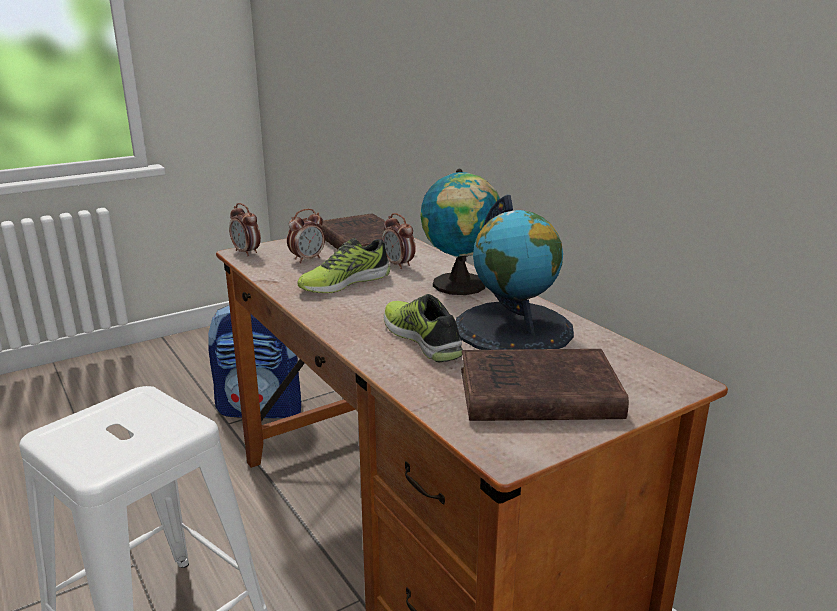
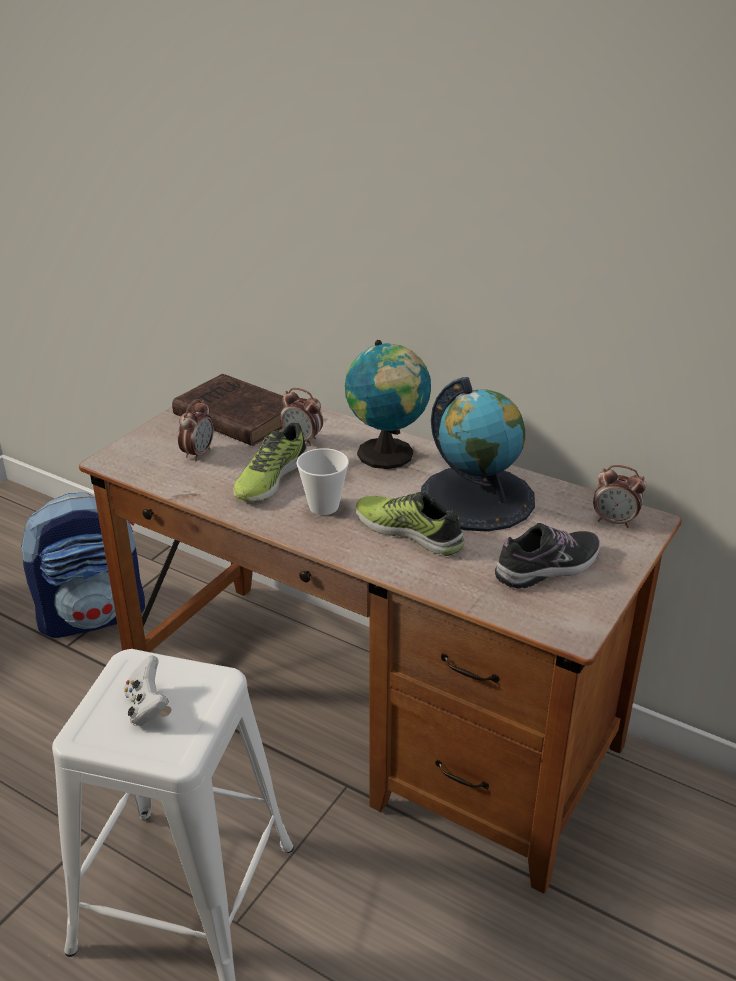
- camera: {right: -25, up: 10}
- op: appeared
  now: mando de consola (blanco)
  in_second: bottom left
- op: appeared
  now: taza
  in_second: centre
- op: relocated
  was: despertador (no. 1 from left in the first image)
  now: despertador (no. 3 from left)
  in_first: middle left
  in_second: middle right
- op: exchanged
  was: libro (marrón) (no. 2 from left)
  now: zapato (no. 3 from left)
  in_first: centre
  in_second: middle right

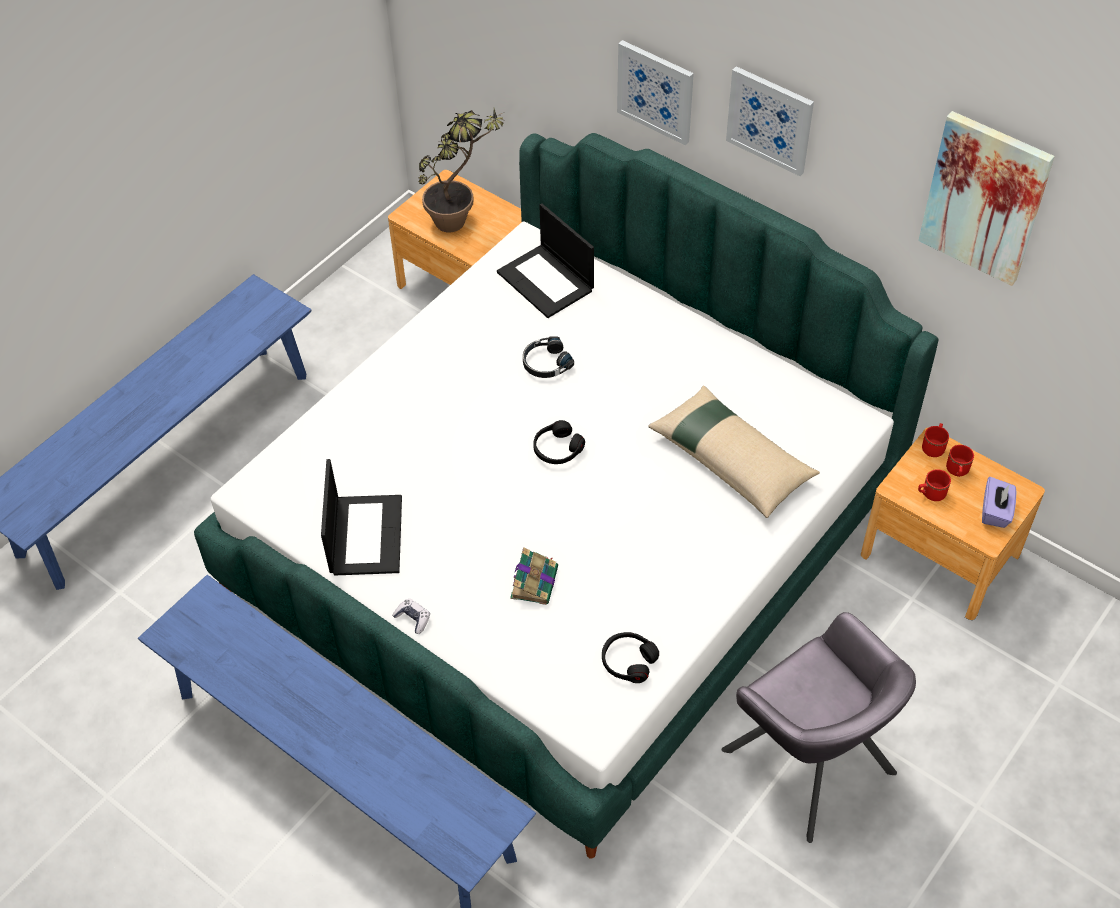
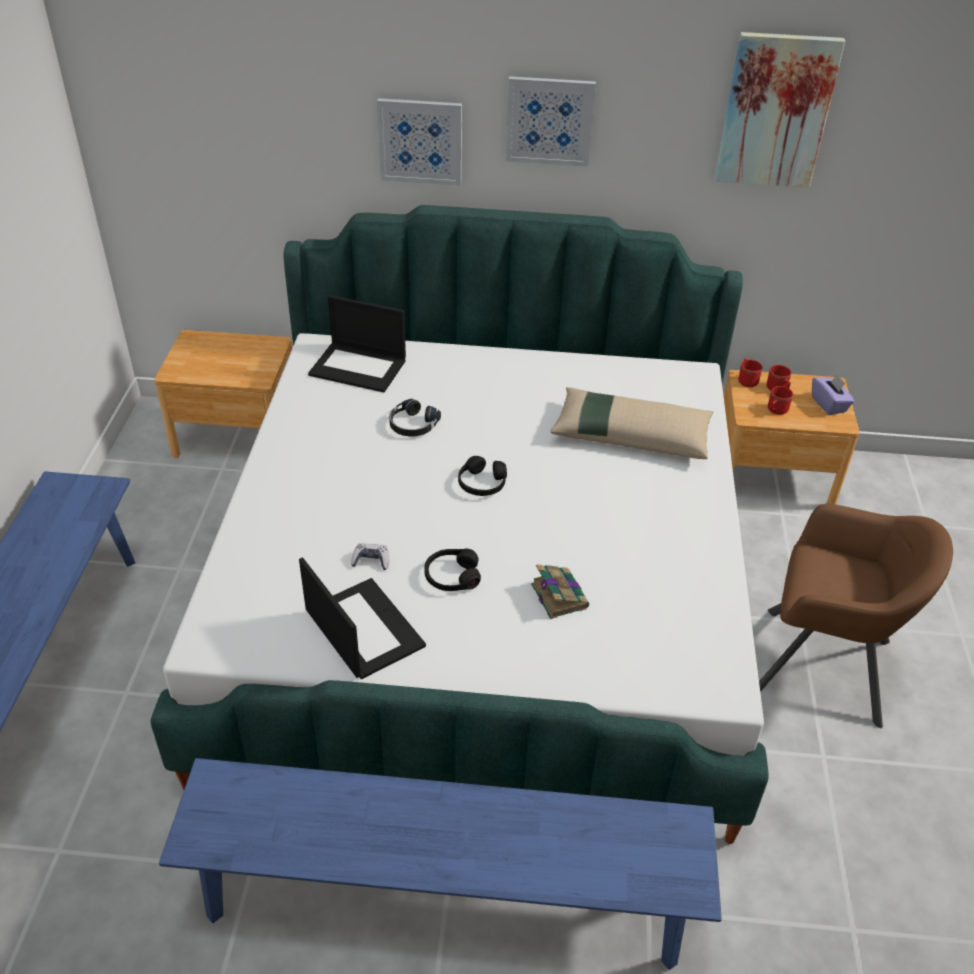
- camera: {right: -35, up: -10}
- op: missing
  was: planta en maceta
  in_first: top centre
- op: relocated
  was: mando de consola
  in_first: bottom centre
  in_second: centre
- op: relocated
  was: auriculares (negro) (no. 3 from left in the first image)
  now: auriculares (negro) (no. 2 from left)
  in_first: bottom centre
  in_second: centre
- op: colour
  was: sillón (gris)
  now: sillón (marrón)
  in_first: bottom right
  in_second: middle right

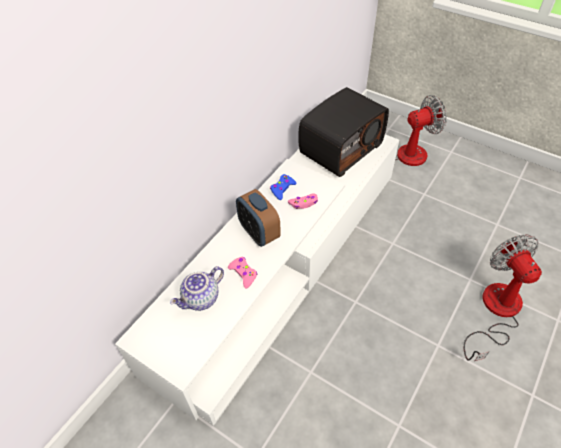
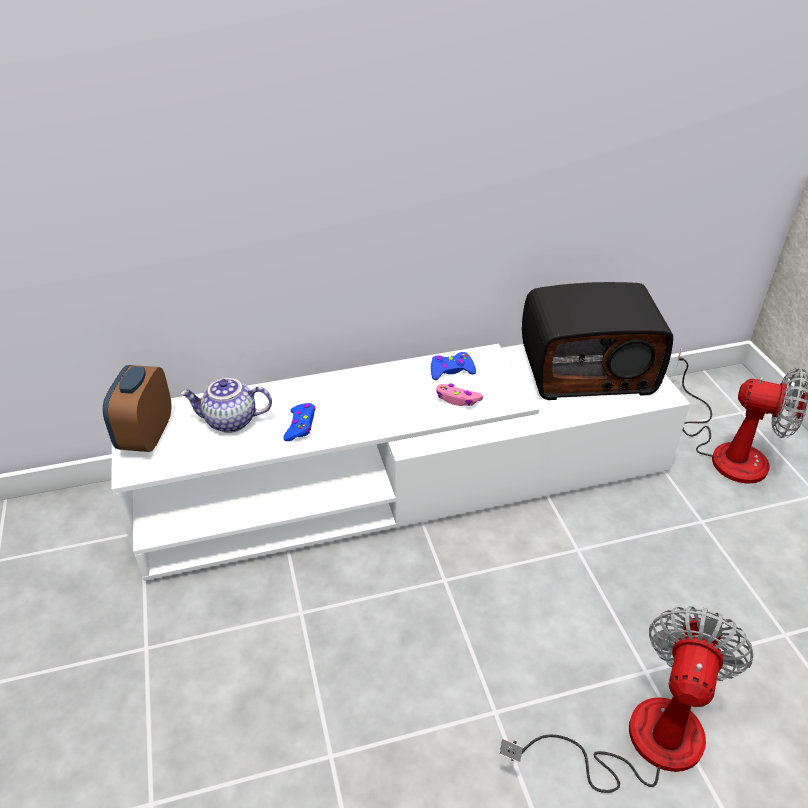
- camera: {right: 40, up: -10}
- op: relocated
  was: despertador
  in_first: centre
  in_second: middle left
- op: colour
  was: mando de consola (rosa) (no. 1 from left)
  now: mando de consola (azul) (no. 1 from left)
  in_first: centre
  in_second: centre

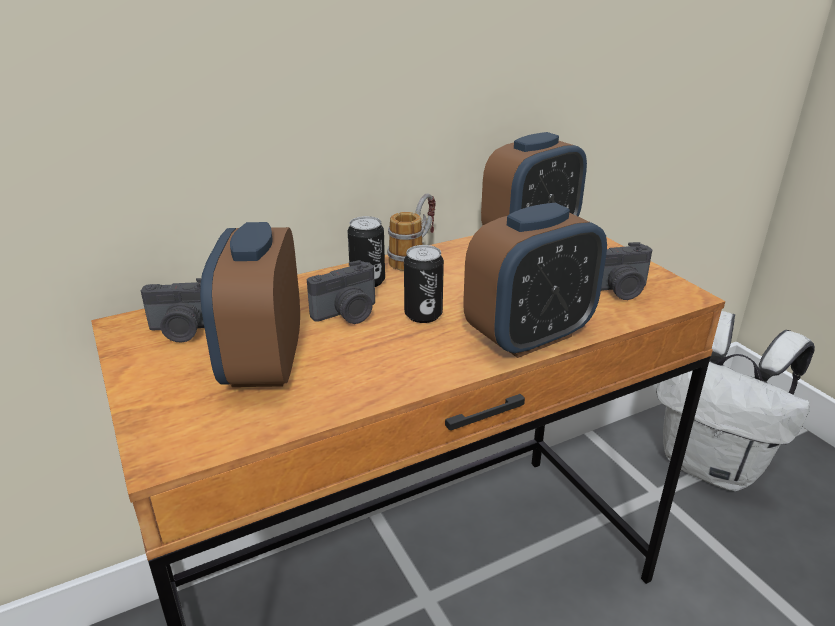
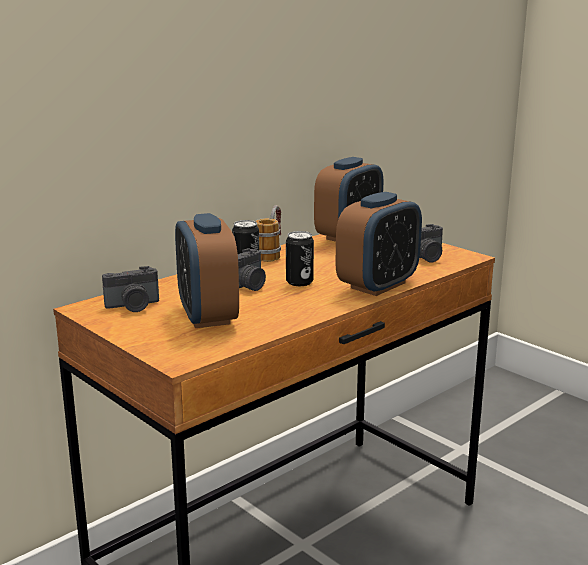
- camera: {right: -15, up: -10}
- op: missing
  was: mochila (blanco)
  in_first: middle right

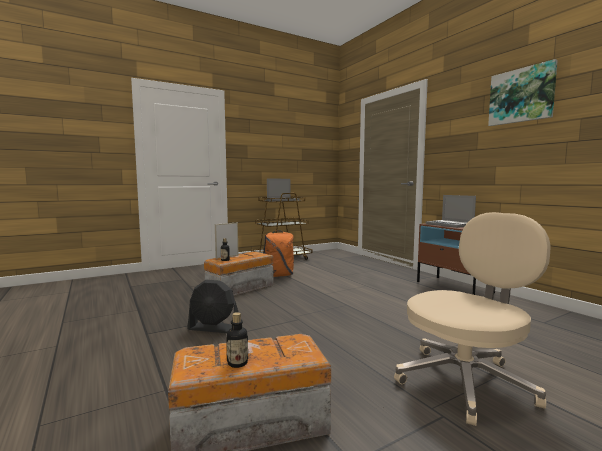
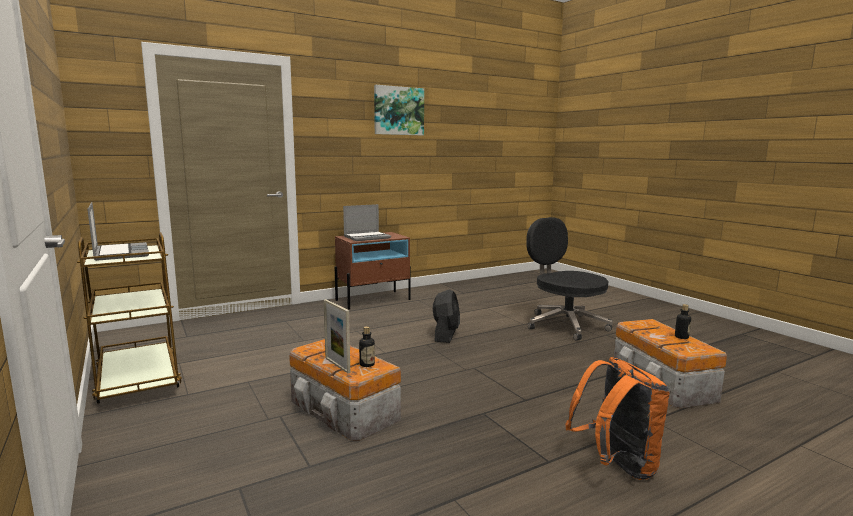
- camera: {right: -90, up: 5}
- op: relocated
  was: ventilador (negro)
  in_first: bottom centre
  in_second: centre
- op: relocated
  was: mochila (naranja)
  in_first: centre
  in_second: bottom right
- op: colour
  was: silla de oficina (beis)
  now: silla de oficina (negro)
  in_first: bottom right
  in_second: middle right

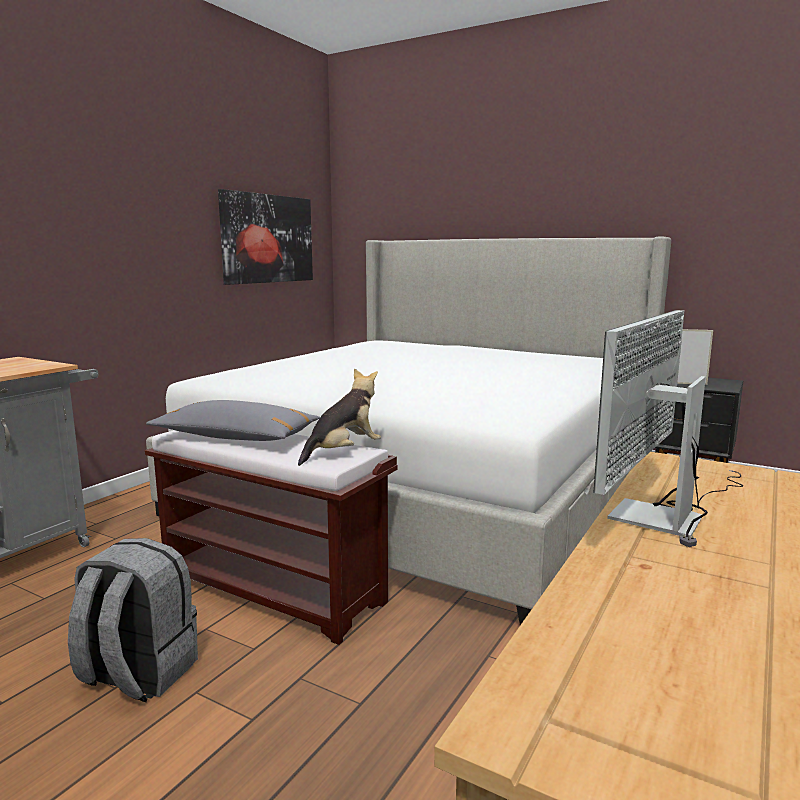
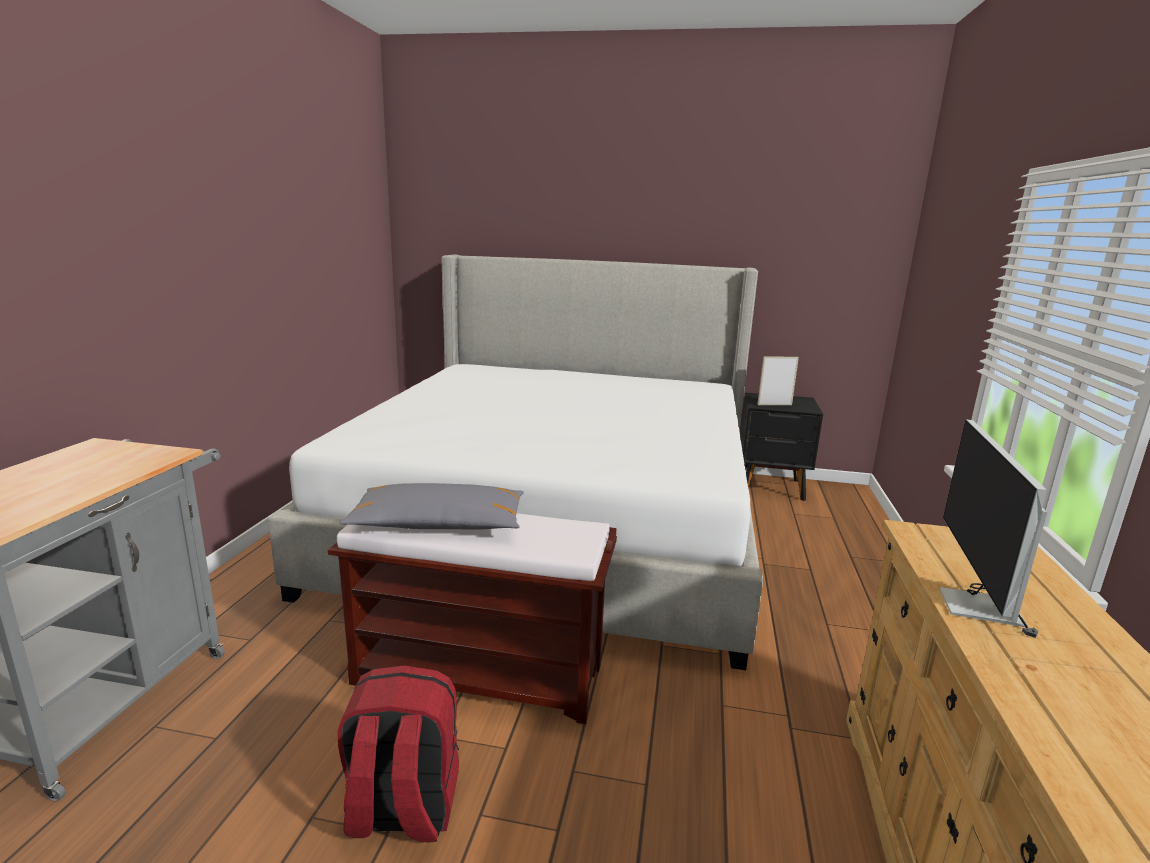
- camera: {right: -20, up: 5}
- op: missing
  was: cuadro
  in_first: top left
- op: missing
  was: peluche
  in_first: centre
- op: colour
  was: mochila (gris)
  now: mochila (rojo)
  in_first: bottom left
  in_second: bottom centre

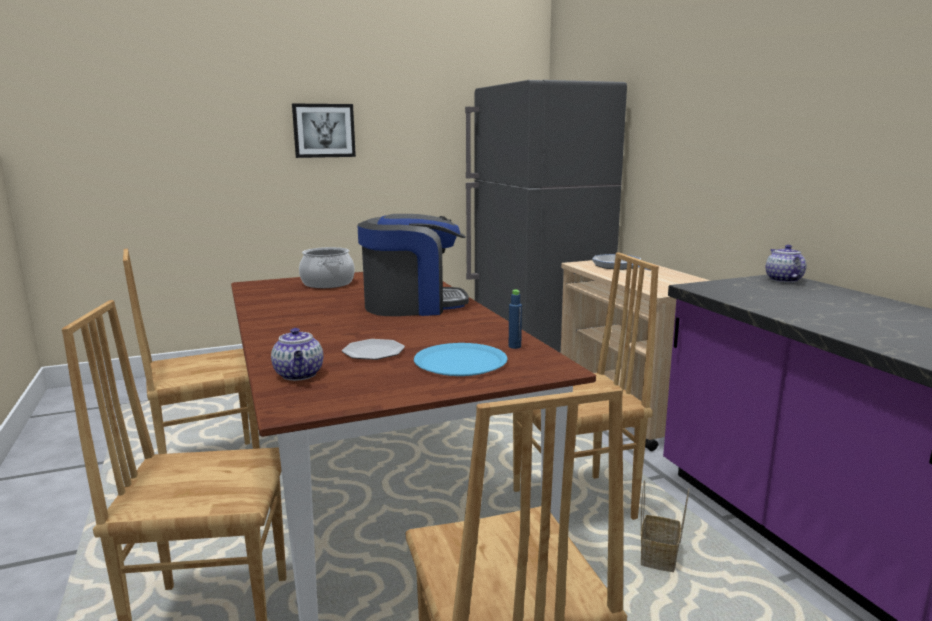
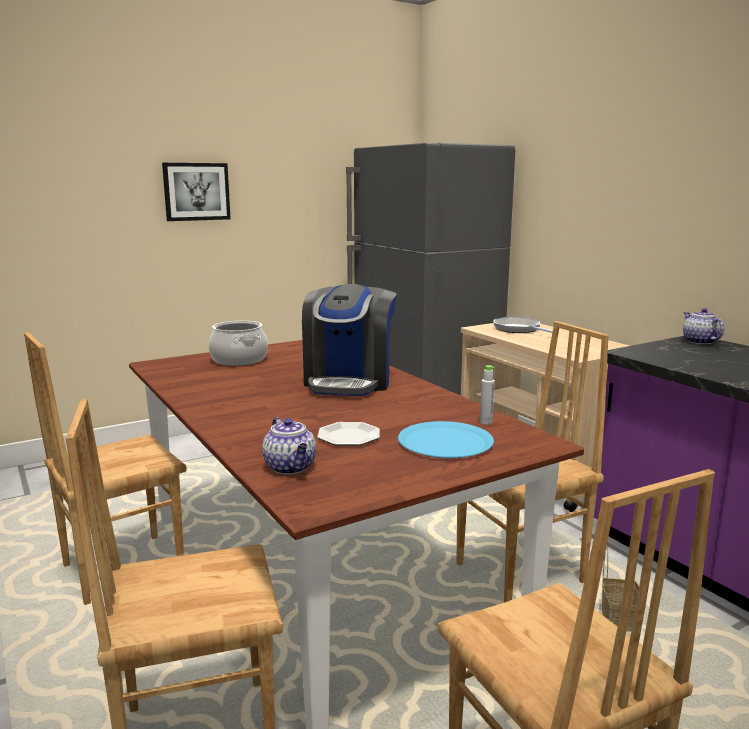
- camera: {right: -10, up: 0}
- op: colour
  was: botella (azul)
  now: botella (gris)
  in_first: centre
  in_second: centre
- op: spun
  was: cafetera
  in_first: centre
  in_second: centre
  clockwise: 120

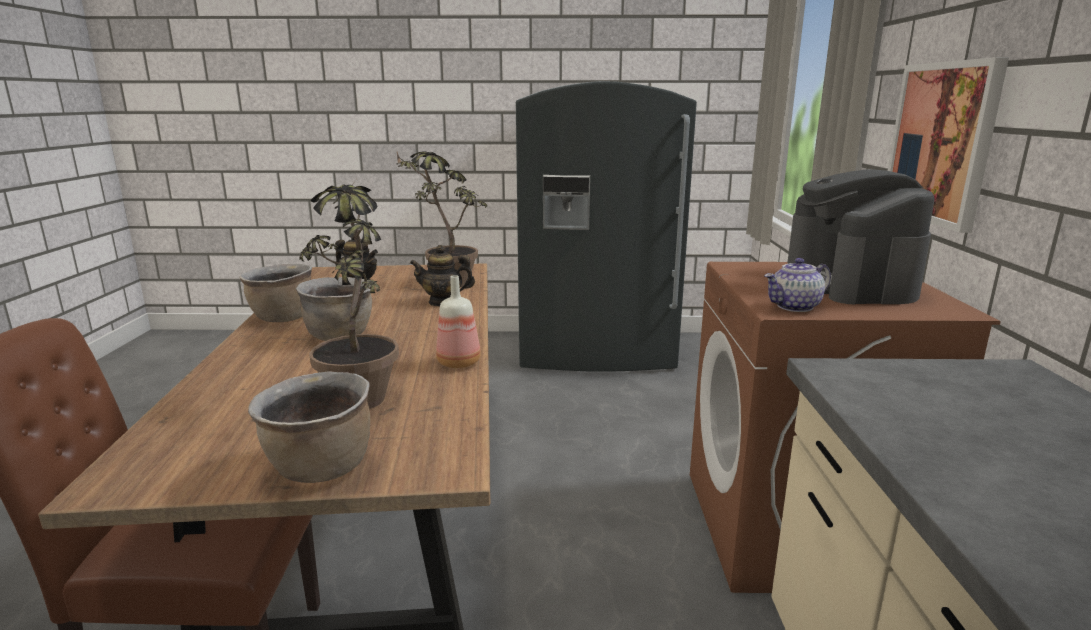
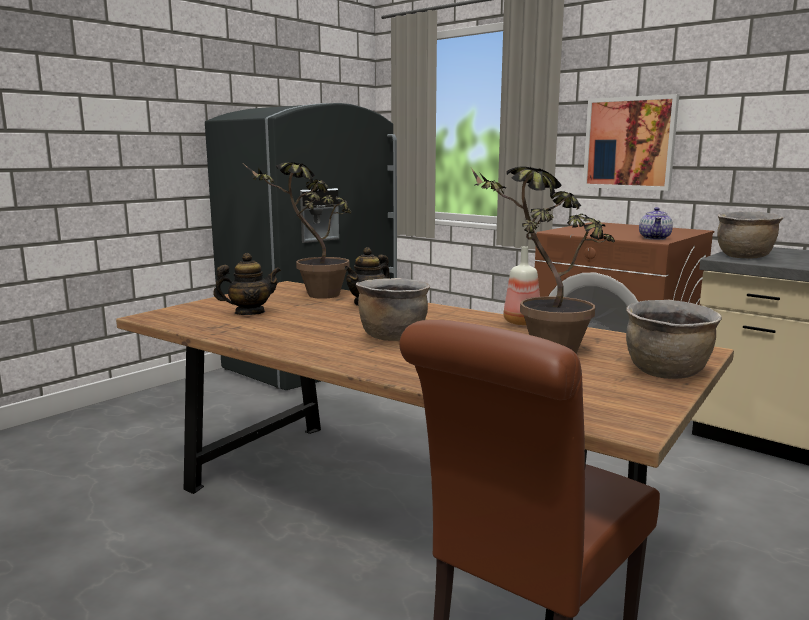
- camera: {right: -50, up: -5}
- op: missing
  was: cafetera
  in_first: middle right
- op: relocated
  was: olla (marrón) (no. 1 from left in the first image)
  now: olla (marrón) (no. 3 from left)
  in_first: middle left
  in_second: middle right

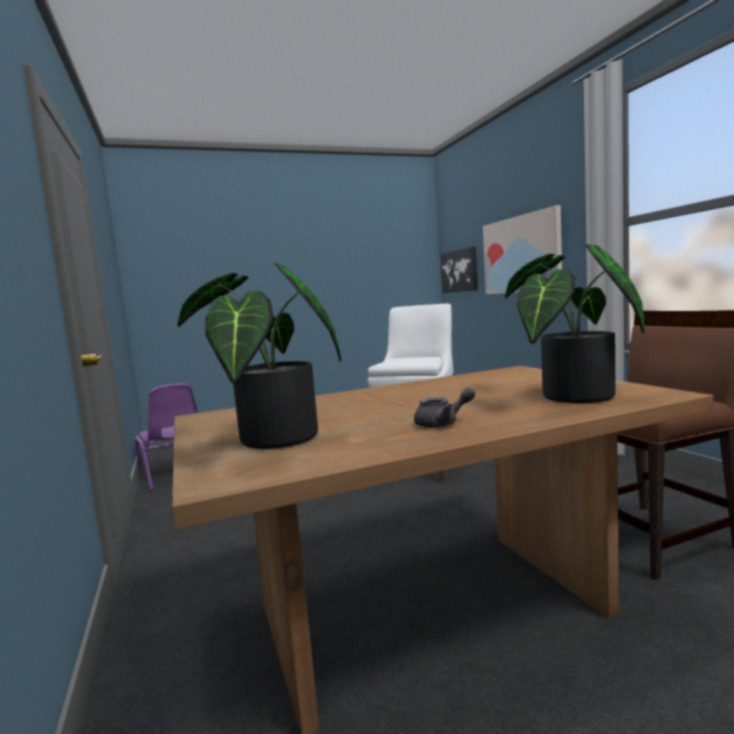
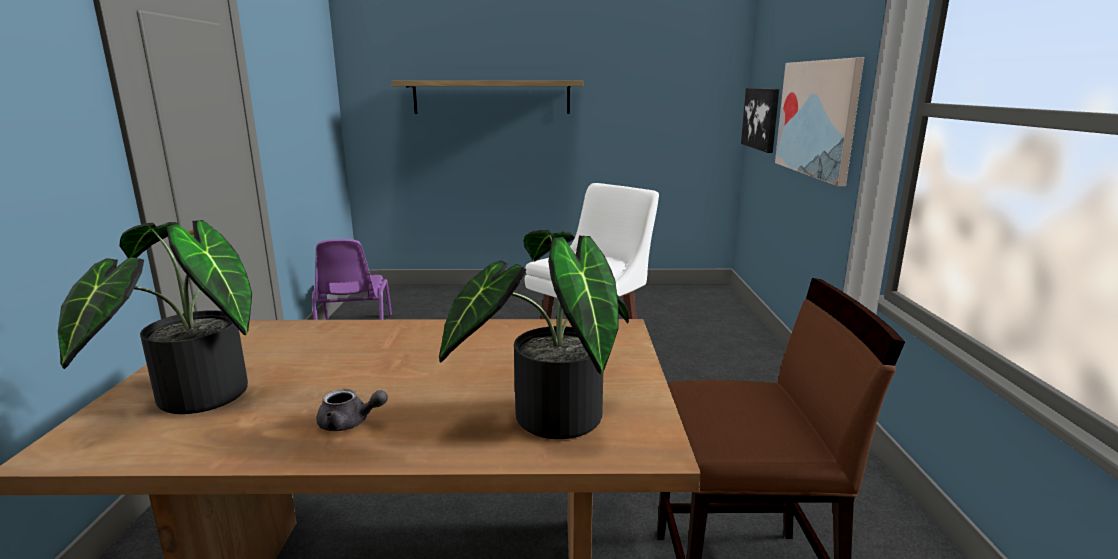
- camera: {right: 20, up: 10}
- op: appeared
  now: estante
  in_second: top centre

